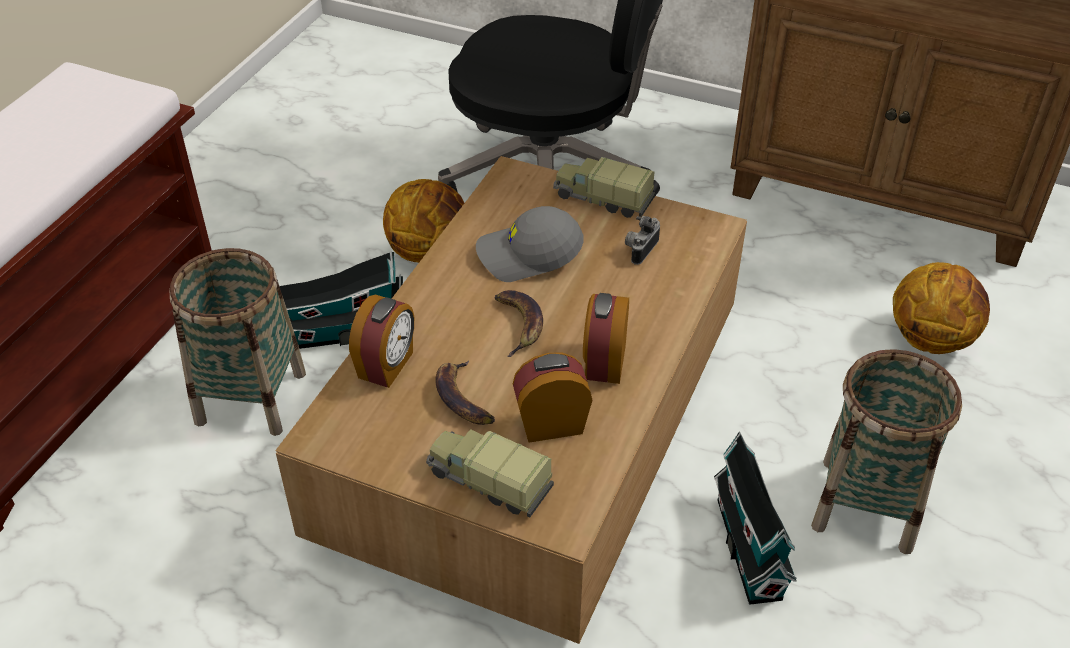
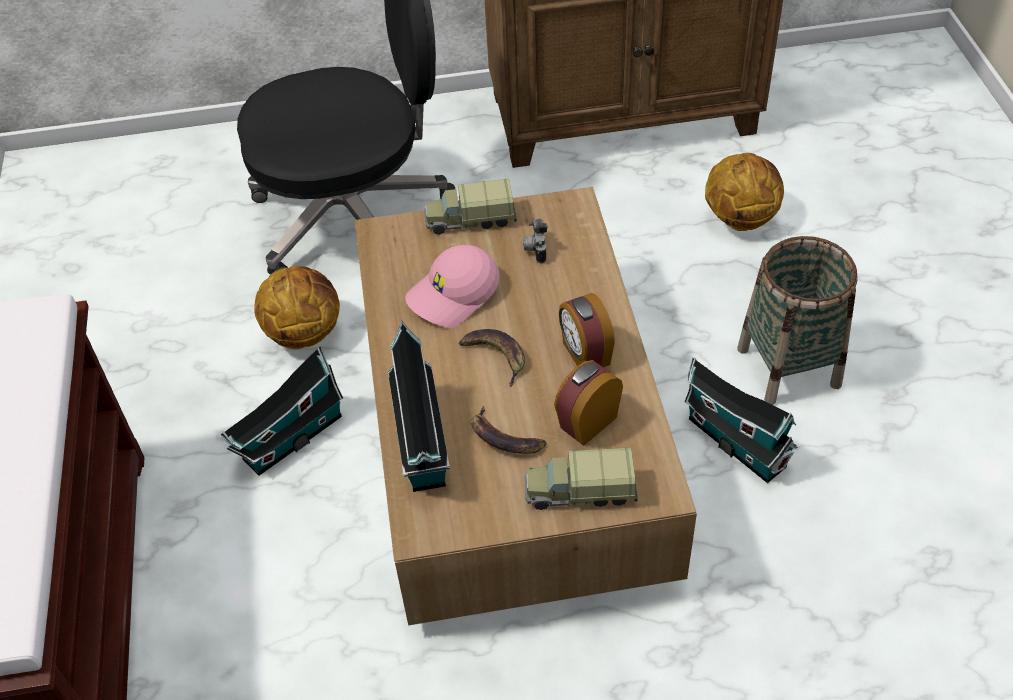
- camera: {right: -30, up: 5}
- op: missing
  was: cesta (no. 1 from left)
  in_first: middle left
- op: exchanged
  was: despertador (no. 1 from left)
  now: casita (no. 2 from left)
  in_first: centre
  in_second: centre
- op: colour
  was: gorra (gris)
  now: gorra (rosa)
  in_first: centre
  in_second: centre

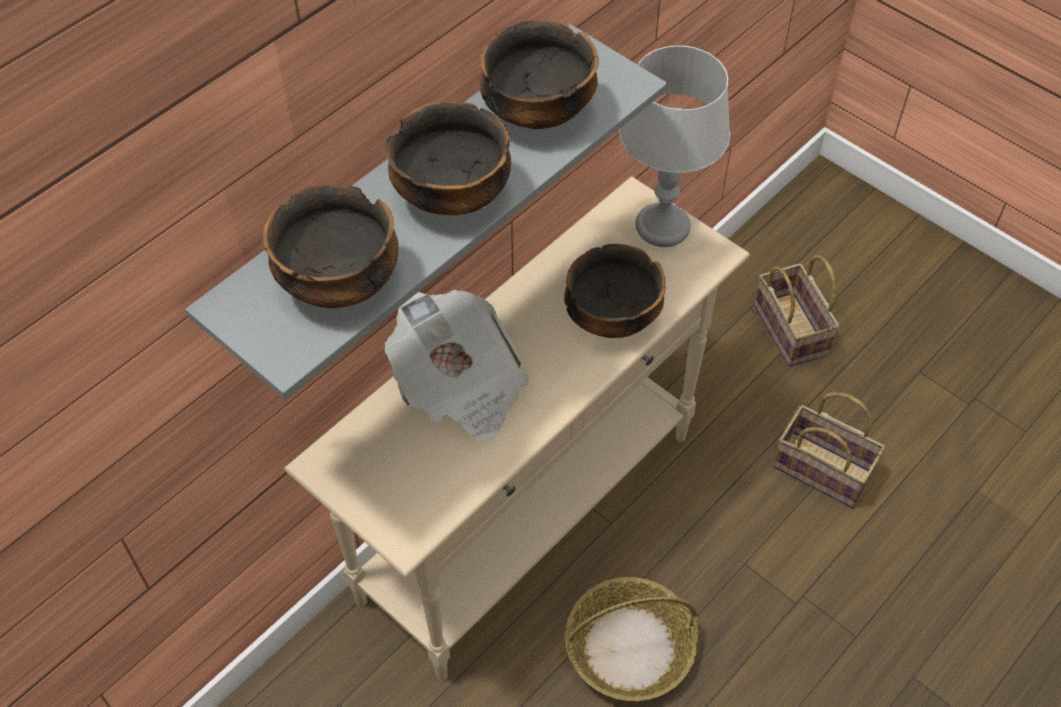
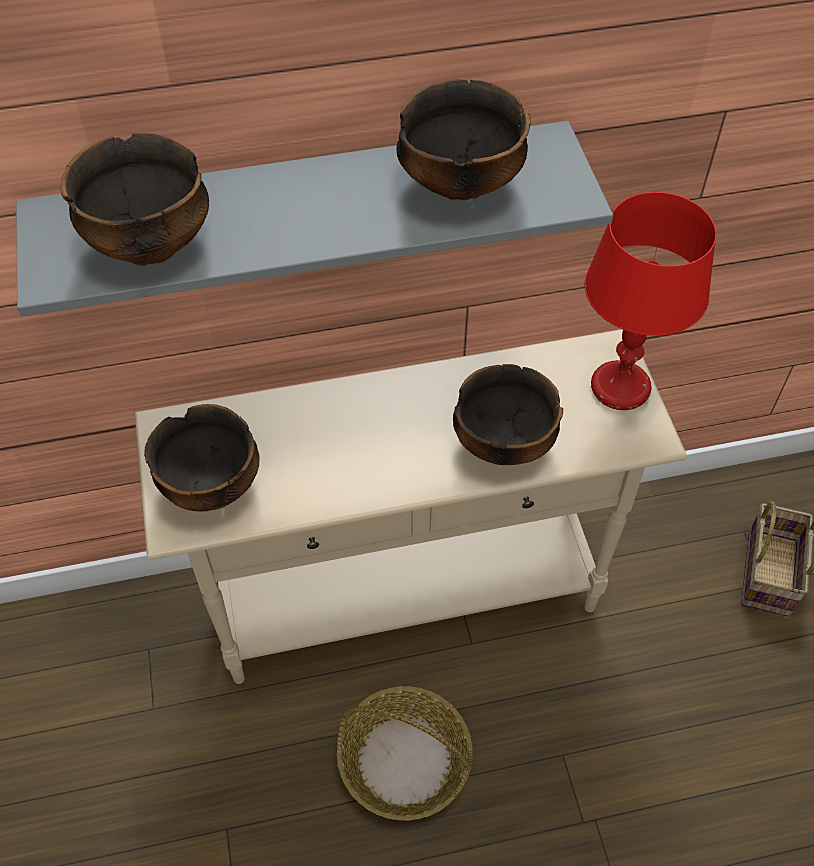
- camera: {right: 35, up: 0}
- op: missing
  was: periódico
  in_first: centre
- op: missing
  was: cesta (no. 3 from left)
  in_first: middle right
- op: relocated
  was: cuenco (no. 2 from left)
  in_first: top centre
  in_second: middle left
- op: colour
  was: lámpara de mesa (gris)
  now: lámpara de mesa (rojo)
  in_first: top centre
  in_second: middle right

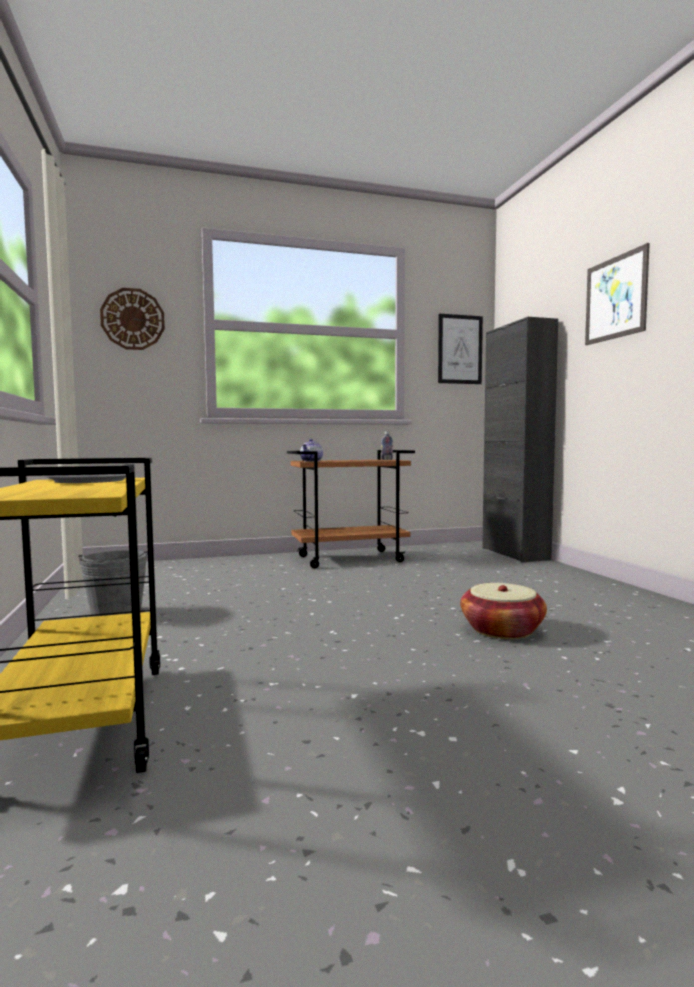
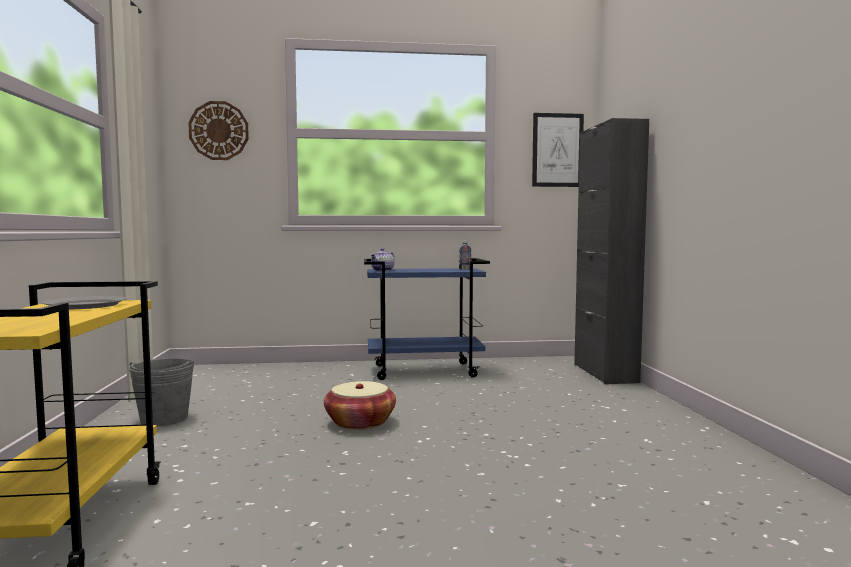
- camera: {right: 10, up: 0}
- op: missing
  was: cuadro (no. 2 from left)
  in_first: top right
- op: relocated
  was: cesta
  in_first: middle right
  in_second: bottom centre
- op: colour
  was: carrito (marrón)
  now: carrito (azul)
  in_first: centre
  in_second: centre

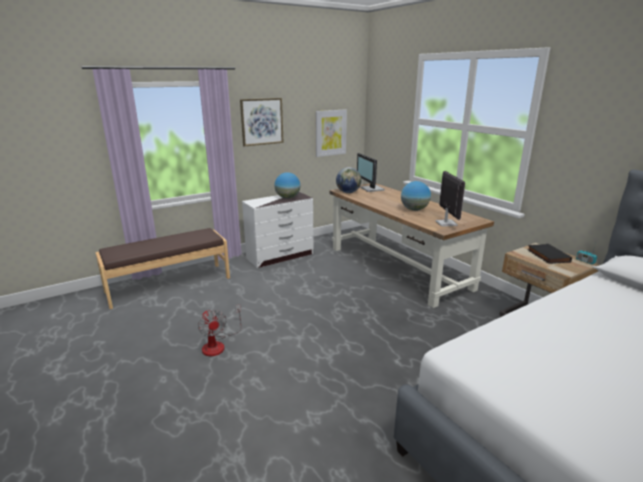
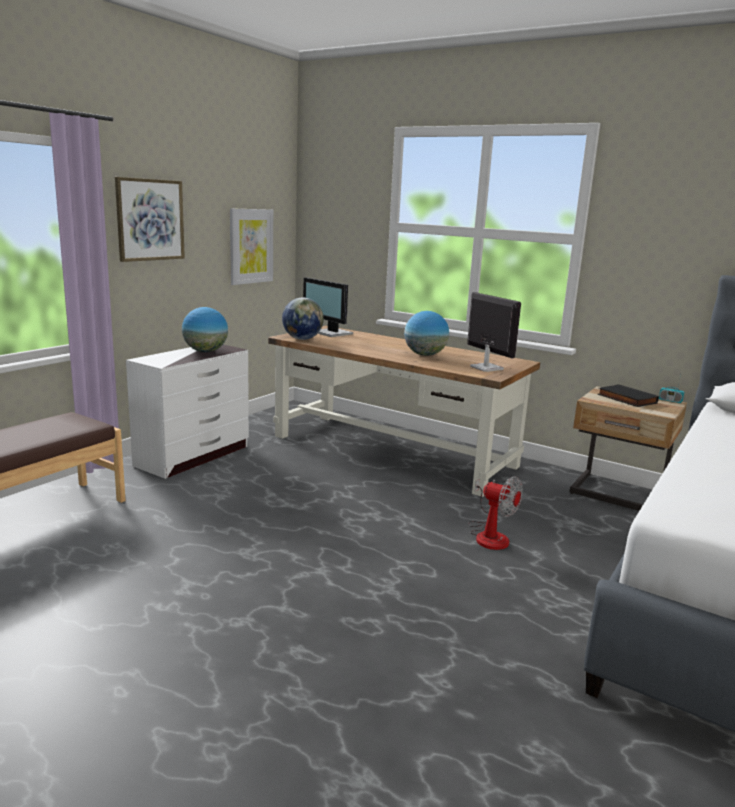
- camera: {right: -25, up: -5}
- op: relocated
  was: ventilador
  in_first: bottom centre
  in_second: middle right

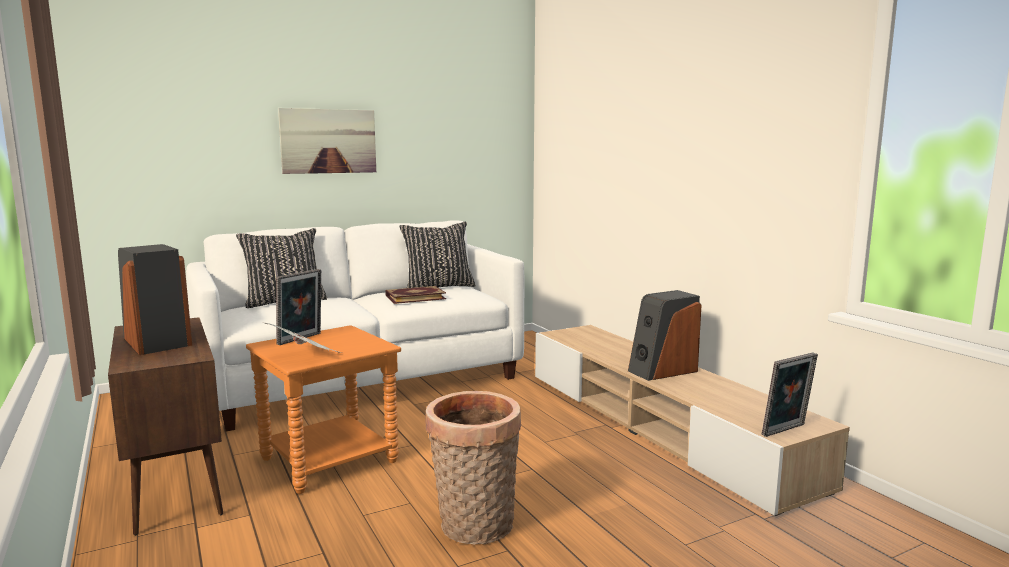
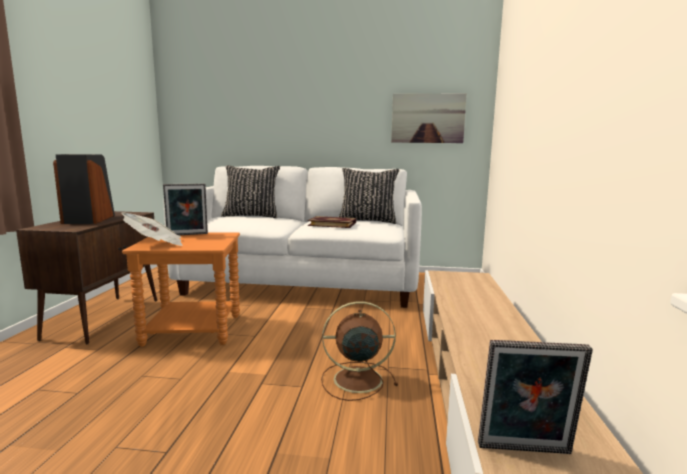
- camera: {right: 35, up: 0}
- op: missing
  was: cesta
  in_first: bottom centre
- op: missing
  was: altavoz (no. 2 from left)
  in_first: centre
- op: appeared
  now: ventilador (marrón)
  in_second: bottom centre
- op: relocated
  was: cuadro
  in_first: top left
  in_second: top centre

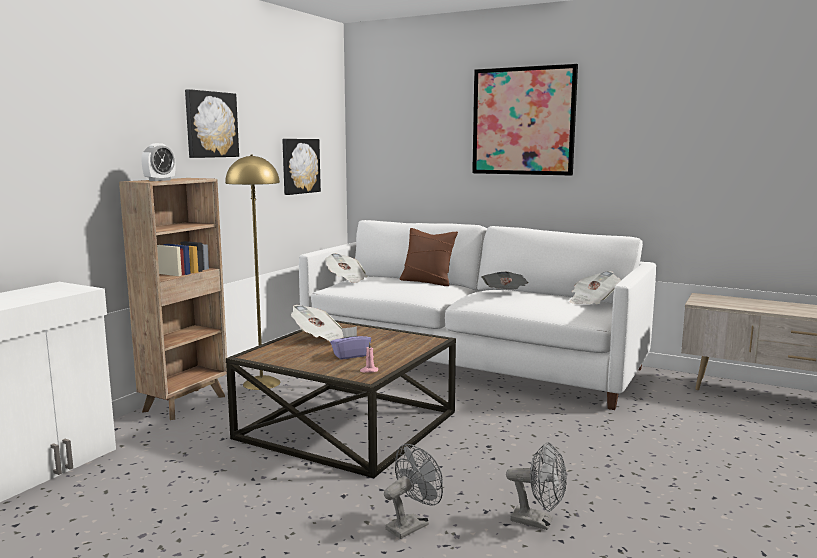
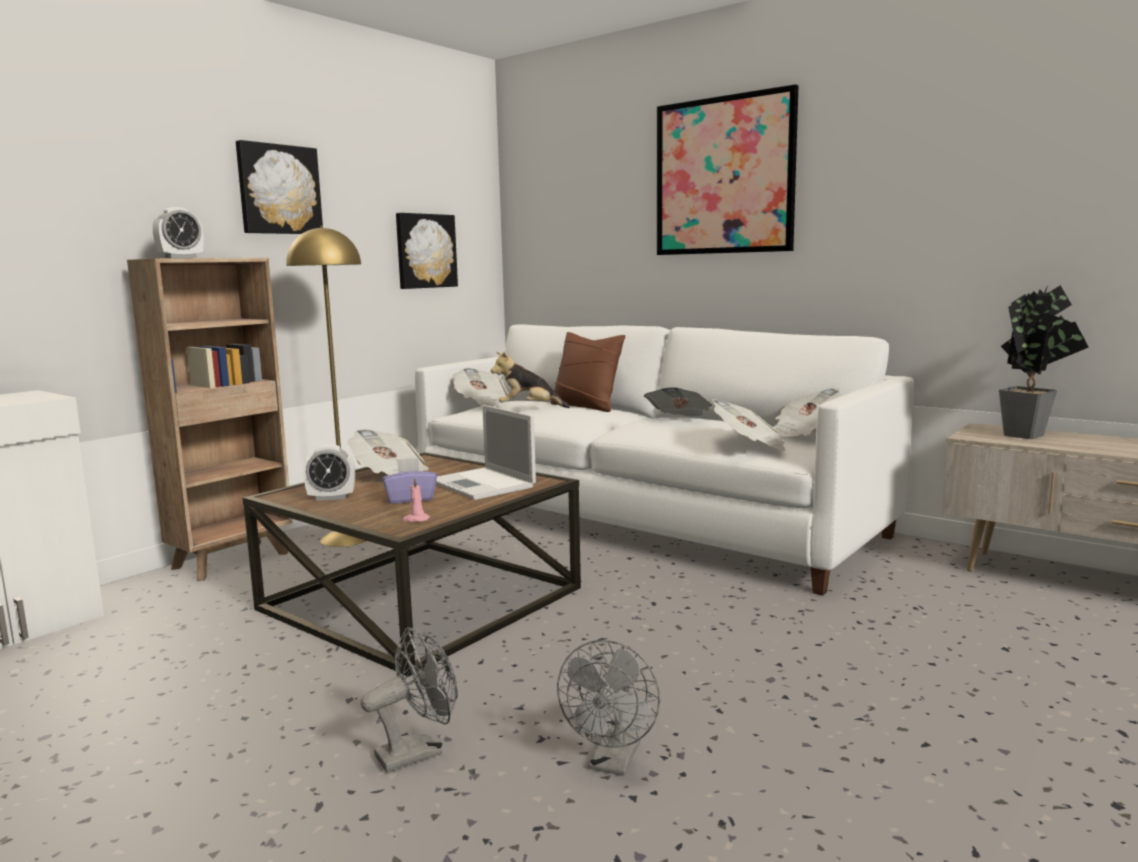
- camera: {right: 10, up: 0}
- op: appeared
  now: despertador (no. 2 from left)
  in_second: middle left
- op: appeared
  now: portátil
  in_second: centre
- op: appeared
  now: peluche
  in_second: centre
- op: appeared
  now: periódico (no. 4 from left)
  in_second: centre
- op: appeared
  now: planta en maceta
  in_second: middle right
- op: spun
  was: ventilador (gris) (no. 2 from left)
  in_first: bottom centre
  in_second: bottom centre
  clockwise: 75

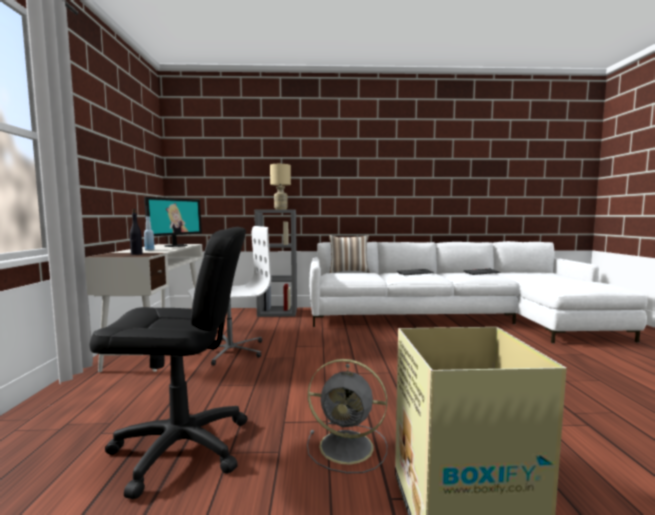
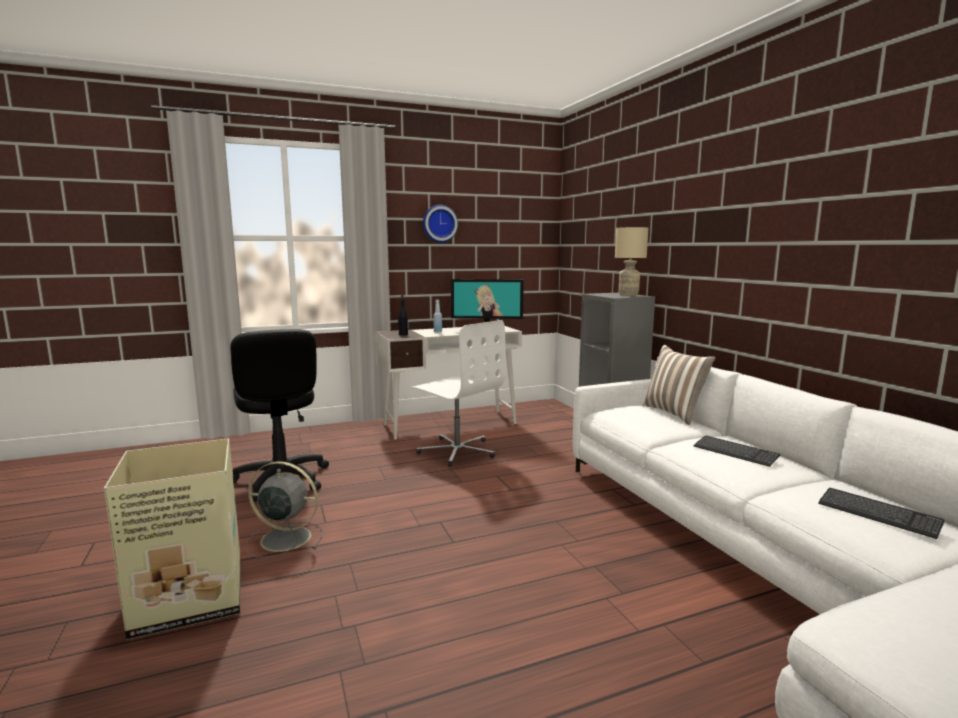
- camera: {right: 70, up: 5}
- op: appeared
  now: reloj de pared
  in_second: top centre
- op: spun
  was: ventilador (gris)
  in_first: bottom centre
  in_second: bottom left
  clockwise: 105

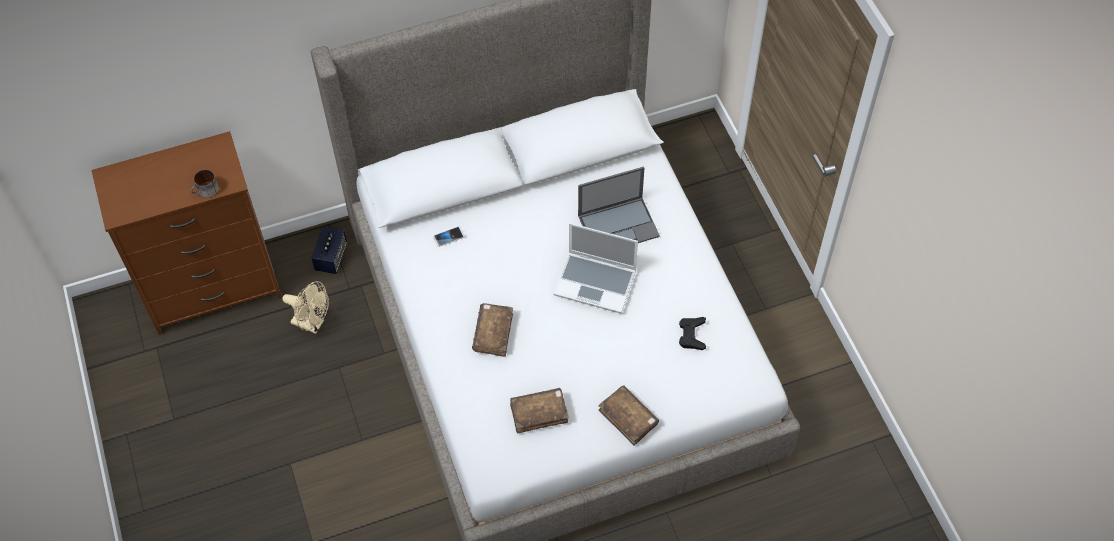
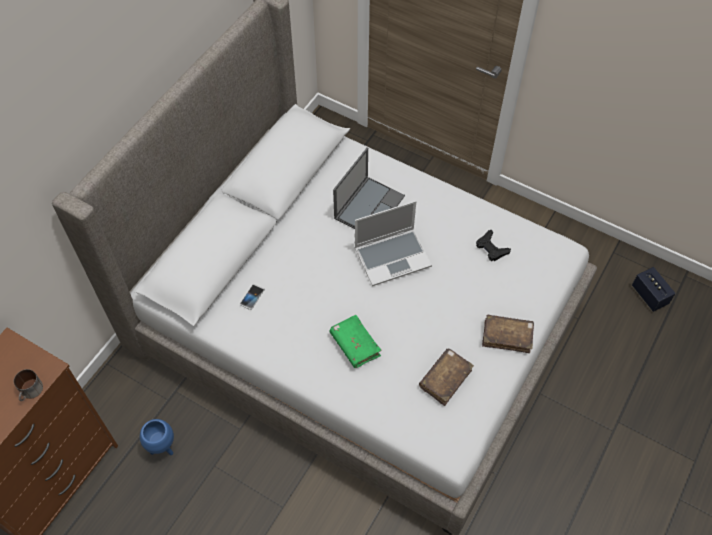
- camera: {right: -40, up: 0}
- op: relocated
  was: altavoz
  in_first: middle left
  in_second: middle right
- op: exchanged
  was: ventilador (beis)
  now: maceta (azul)
  in_first: middle left
  in_second: bottom left
- op: colour
  was: libro (marrón) (no. 1 from left)
  now: libro (verde)
  in_first: centre
  in_second: centre

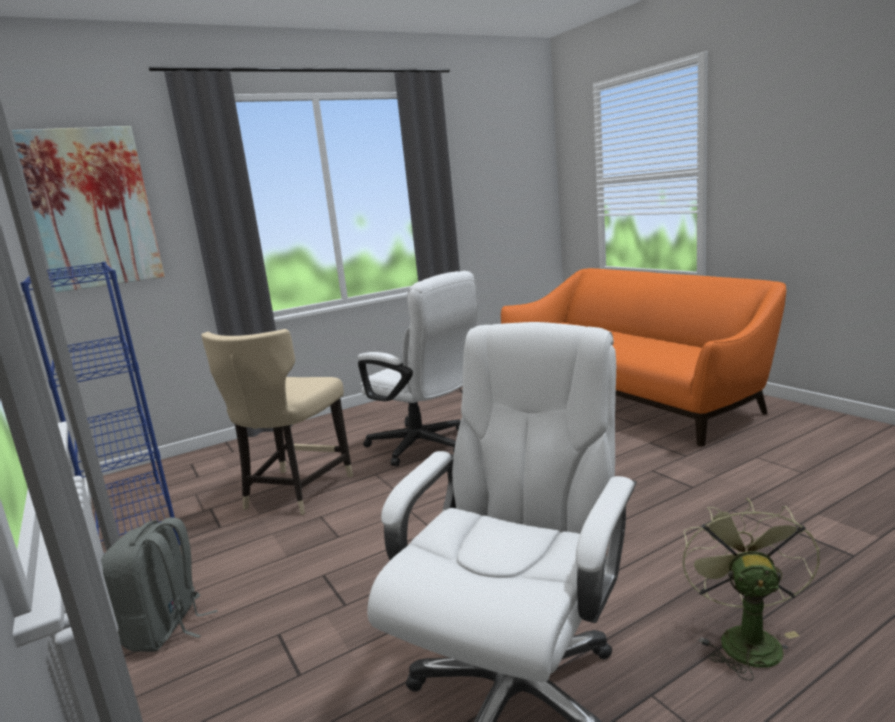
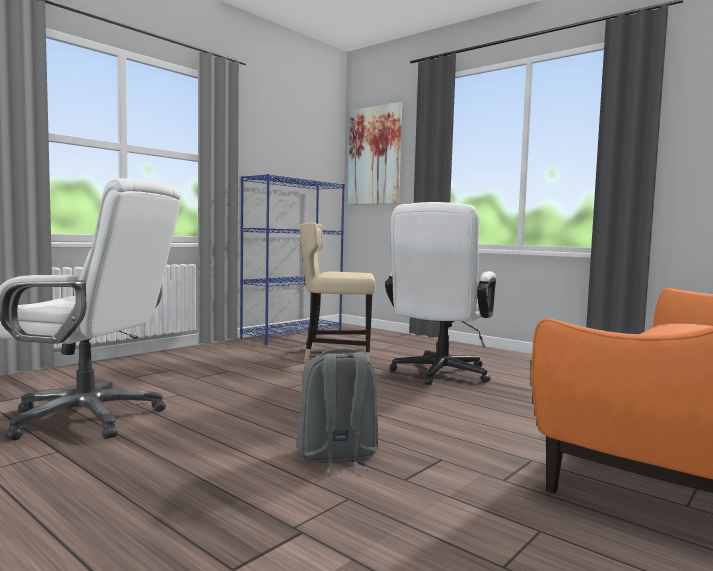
- camera: {right: 70, up: -10}
- op: missing
  was: ventilador (verde)
  in_first: bottom right
- op: relocated
  was: mochila (gris)
  in_first: bottom left
  in_second: bottom centre

